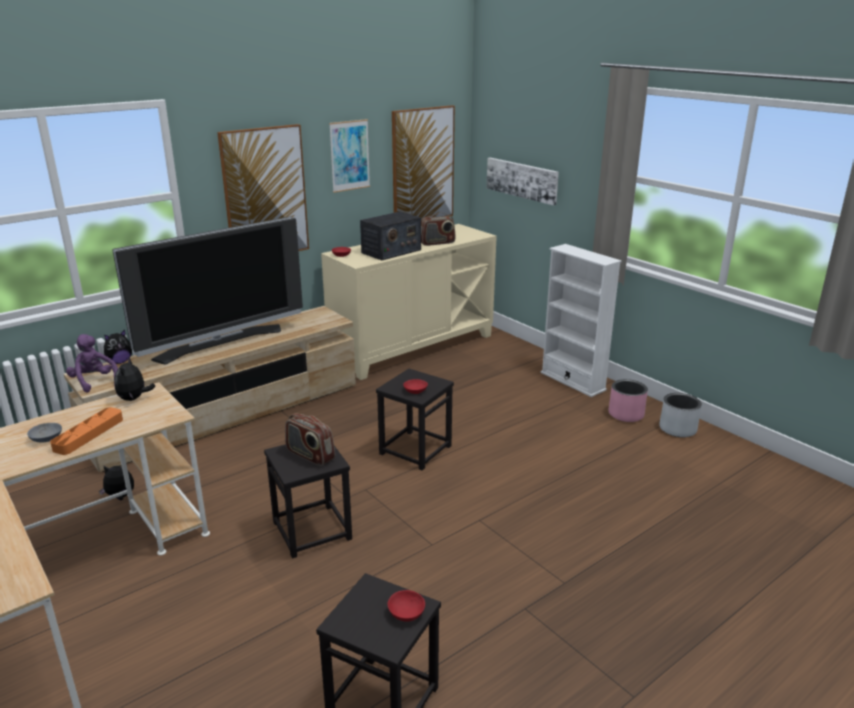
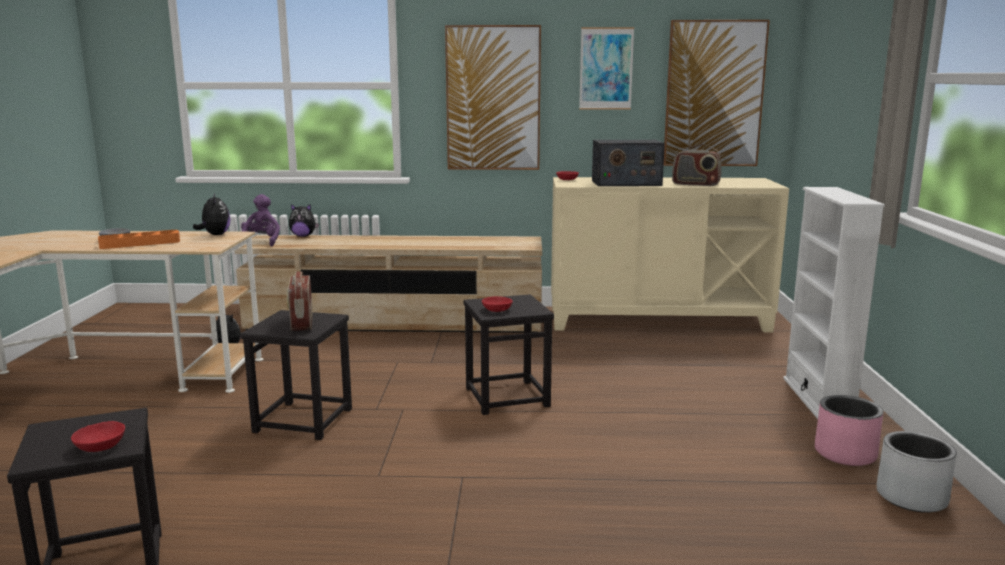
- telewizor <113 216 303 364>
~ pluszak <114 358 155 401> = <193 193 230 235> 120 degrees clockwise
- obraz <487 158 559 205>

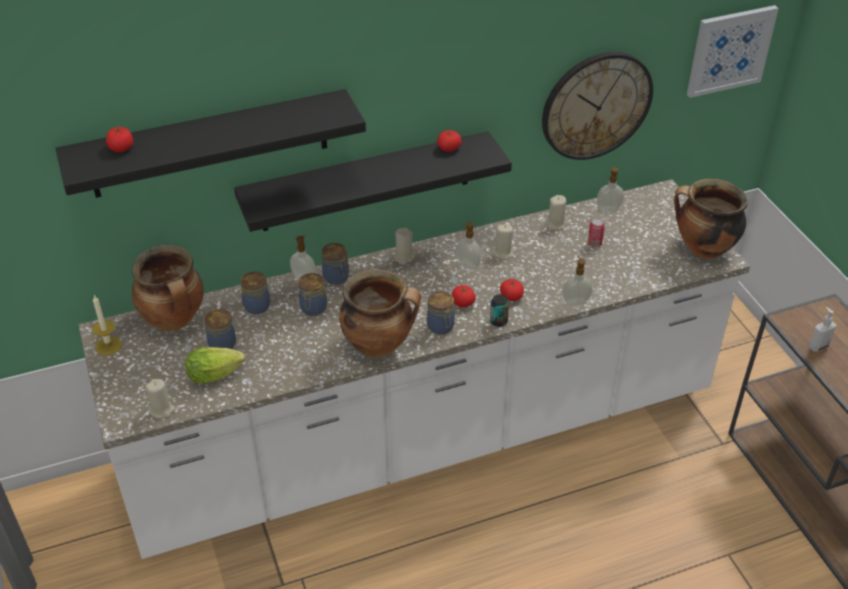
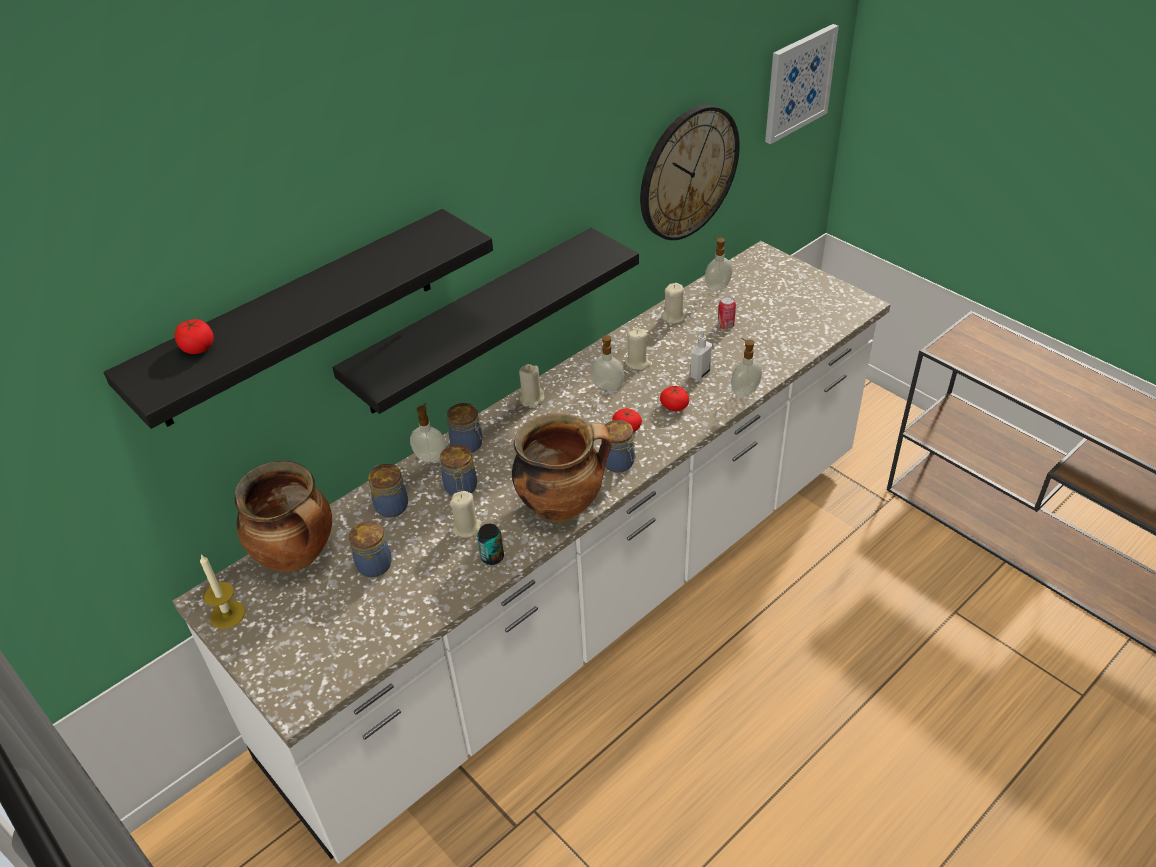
~ świeca [beżowy] <145 379 176 418> to <450 491 482 538>
- sałata <185 347 245 384>
- pomidor <437 130 461 152>
~ puszka <490 294 509 327> to <477 524 504 565>
- garnek <674 179 748 259>
~ dozownik mydła <809 307 836 352> to <690 326 712 380>

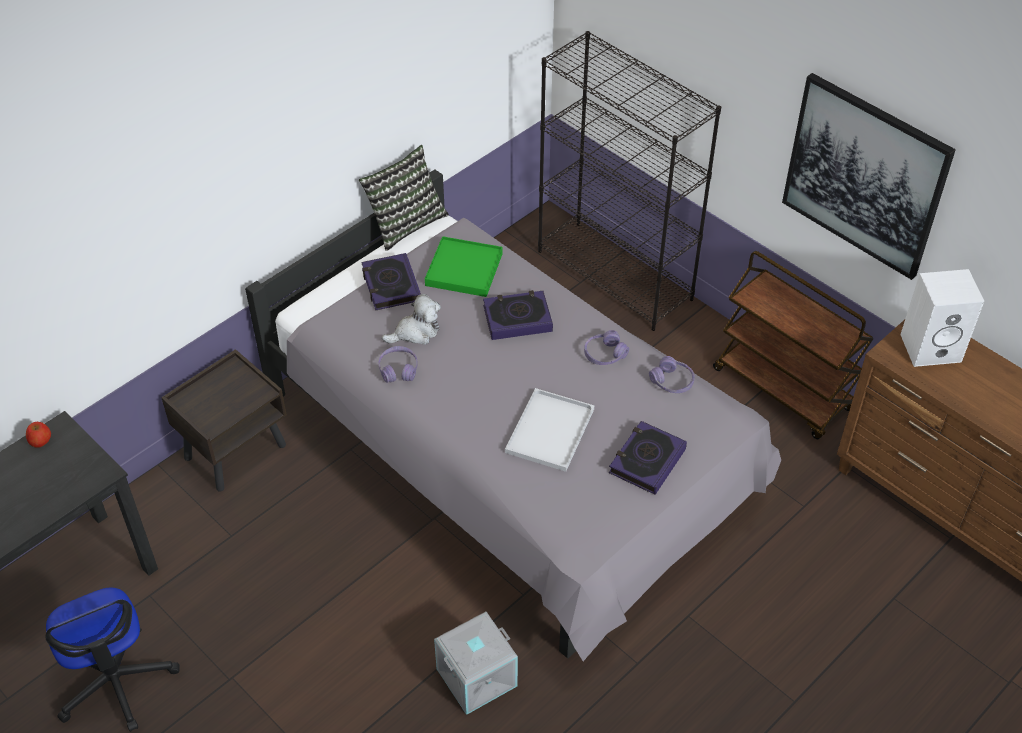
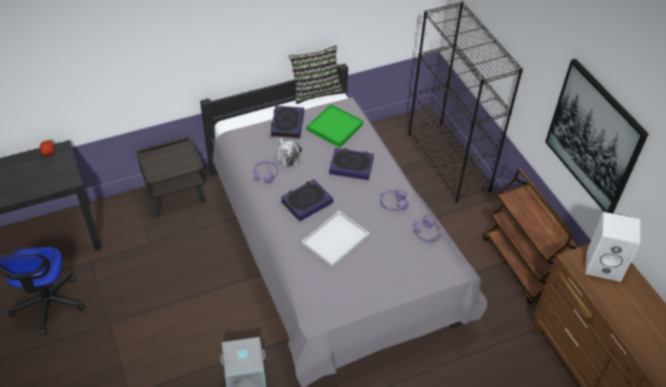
~ pluszak <382 294 441 345> = <276 137 302 167> 75 degrees clockwise
~ książka <609 421 687 495> to <281 179 333 222>

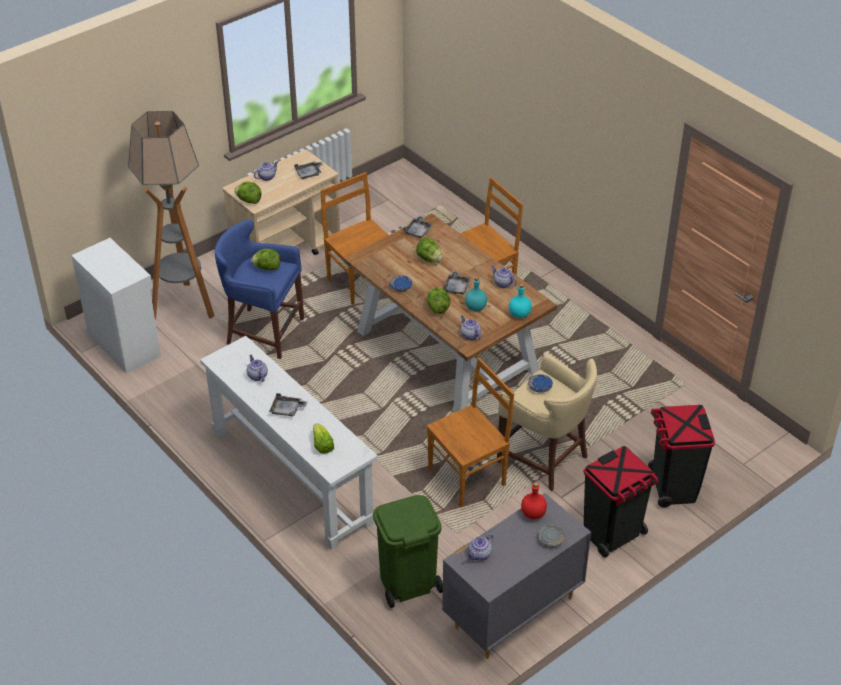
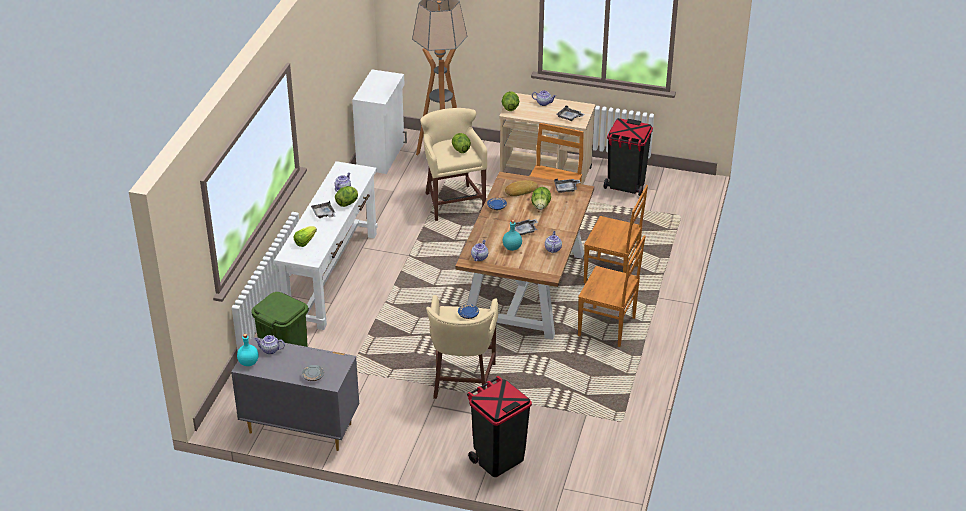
~ stołek [niebieski] <215 219 304 359> to stołek [beżowy] <420 108 487 221>
~ krzesło [brązowy] <426 357 514 507> to <578 235 645 347>
~ sałata <427 288 451 314> to <335 186 358 207>
~ butelka [turkusowy] <509 284 532 318> to <237 334 258 366>
- butelka [czerwony] <521 482 547 519>
~ kosz na śmieci [czarny] <583 446 659 558> to <604 118 653 196>
+ chleb <505 180 538 196>

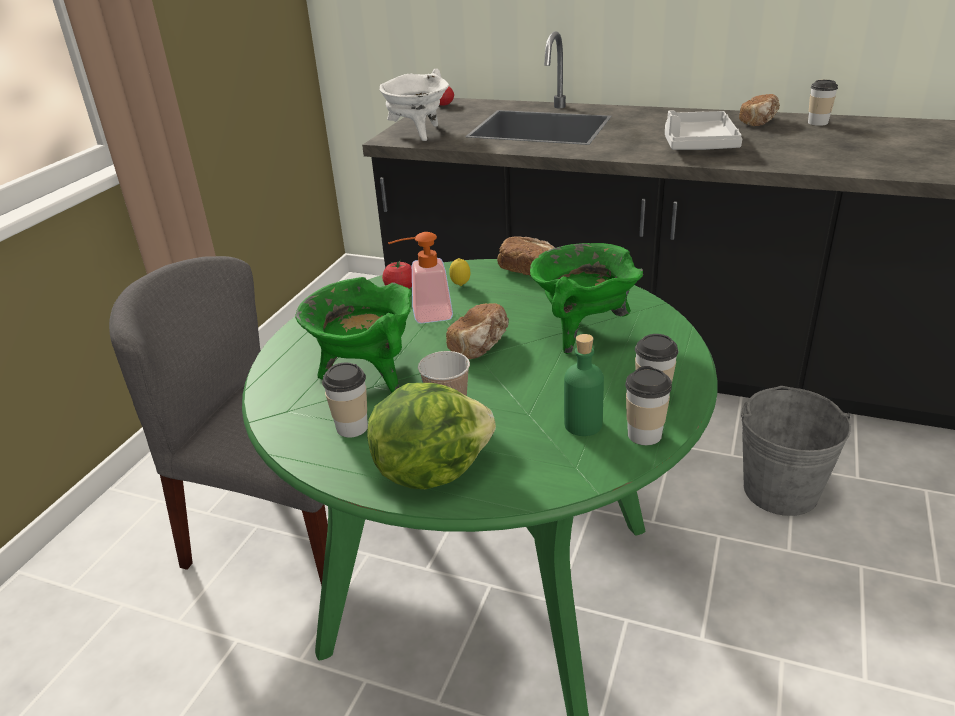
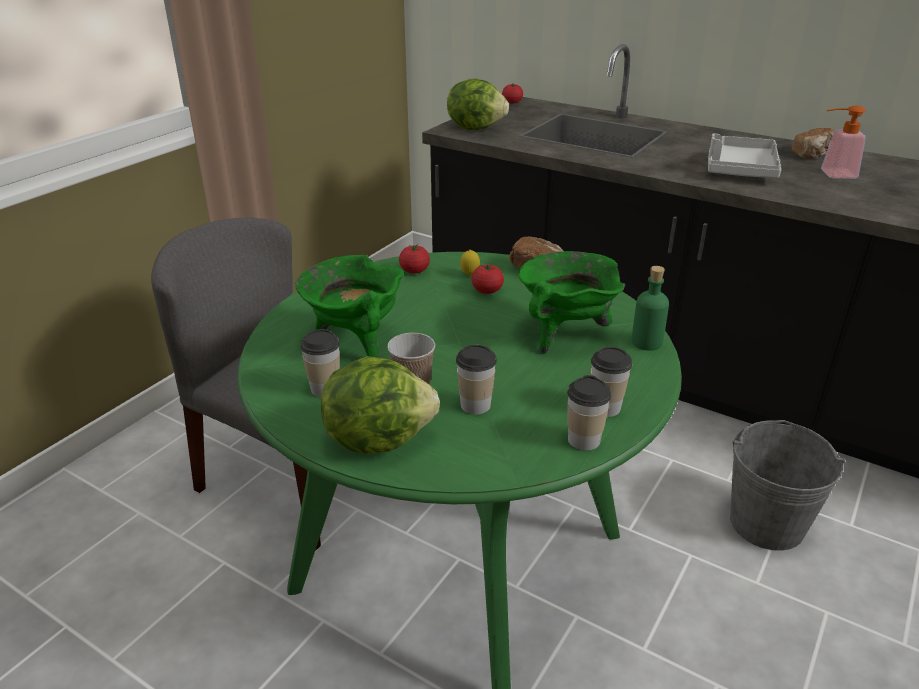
~ garnek [biały] <380 69 449 141> to sałata <447 78 509 130>
~ dozownik mydła <388 232 453 324> to <821 105 866 179>
- chleb <446 303 509 359>
~ butelka [zielony] <564 334 604 436> to <632 266 669 351>
~ filiżanka <808 80 838 126> to <456 345 497 414>
+ pomidor <471 264 504 294>

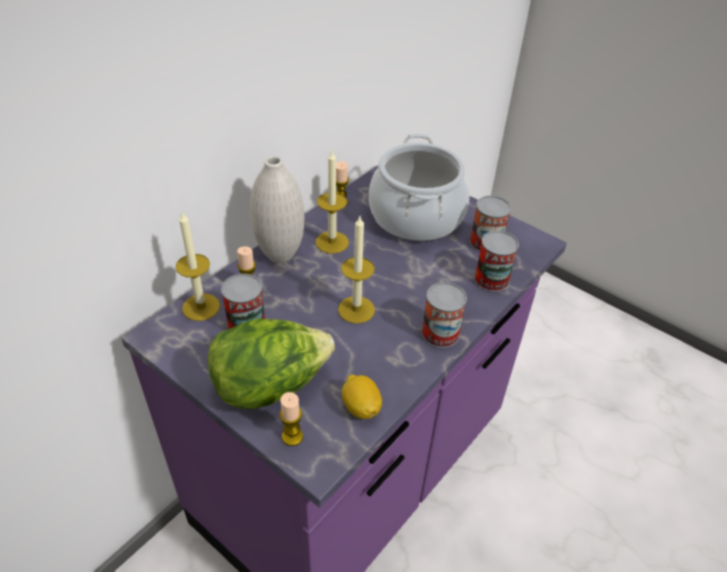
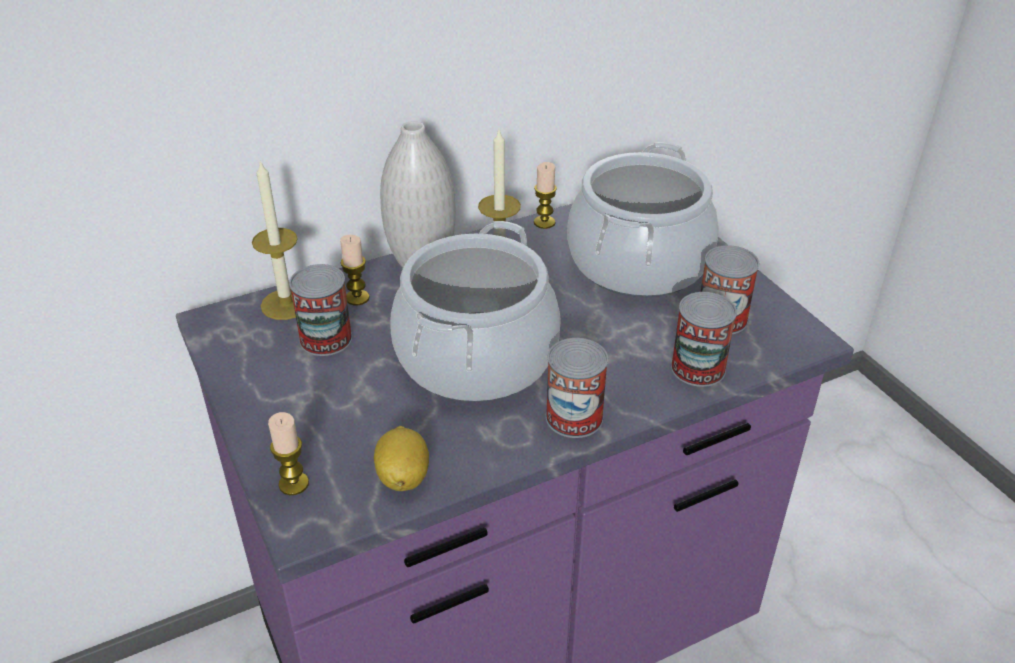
- sałata <207 318 335 409>
~ świeca <338 216 375 324> to garnek <390 221 561 402>

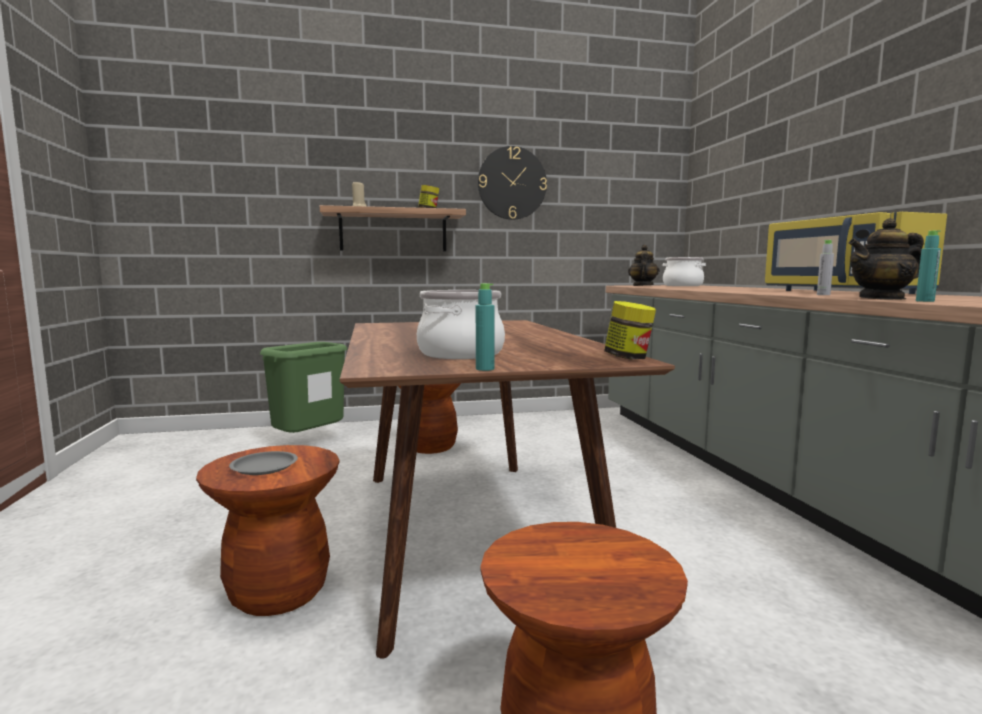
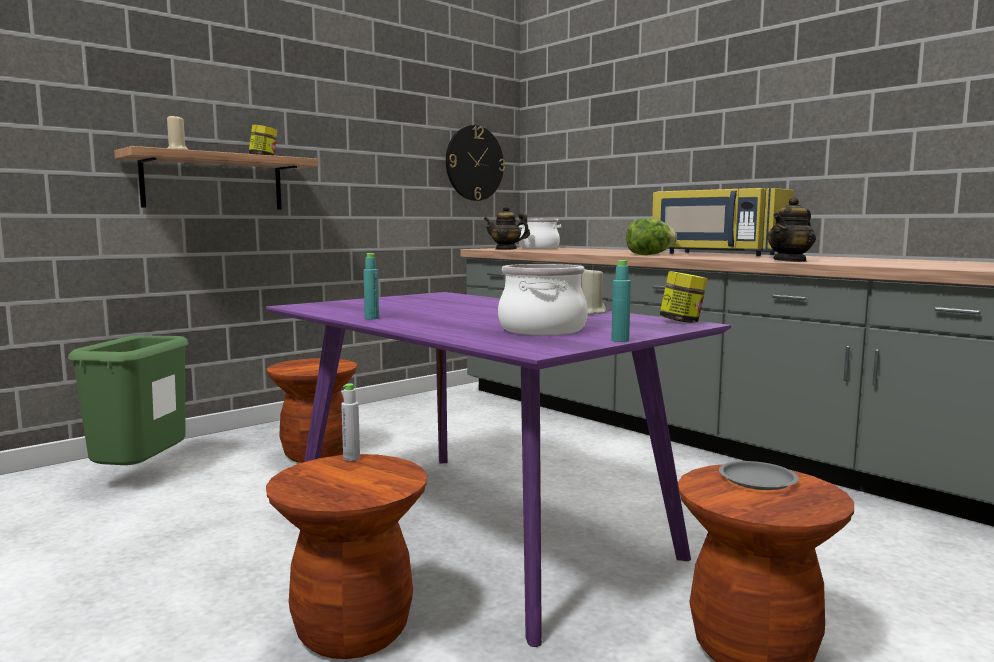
~ talerz [szary] <229 451 298 475> to <719 461 799 490>
~ stół jadalny [brązowy] <340 320 675 659> to stół jadalny [fioletowy] <266 292 731 647>
~ zegar ścienny <477 146 547 220> to <446 125 505 201>
~ imbryk <628 245 660 286> = <484 205 530 250> 60 degrees counterclockwise
~ butelka [szary] <817 240 834 295> to <341 384 360 461>
~ butelka [turkusowy] <916 230 941 302> to <363 253 379 319>
+ świeca [beżowy] <581 267 606 315>
+ sałata <626 218 677 255>

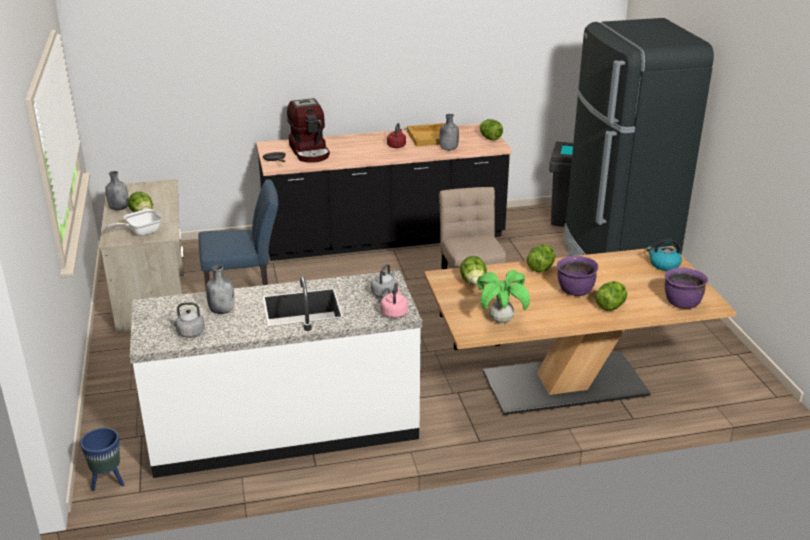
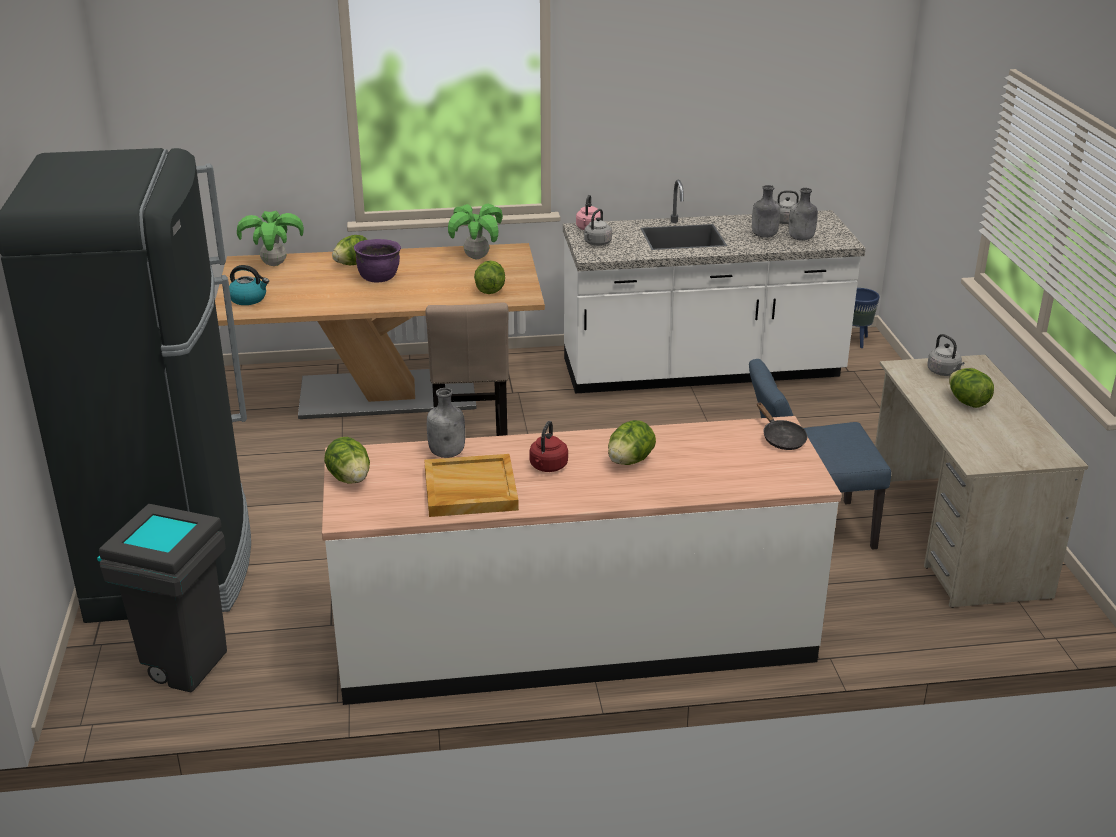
~ butelka [szary] <105 171 129 210> to <789 188 818 241>
~ patelnia <105 209 162 236> to czajnik [szary] <927 334 964 376>
~ zabudowa kuchenna [czarny] <256 124 512 261> to zabudowa kuchenna [biały] <322 416 841 705>
- ekspres do kawy <287 98 330 163>
~ sałata <527 244 555 272> to <608 420 656 465>
~ garnek [fioletowy] <665 268 708 309> to roślina doniczkowa <237 211 304 266>

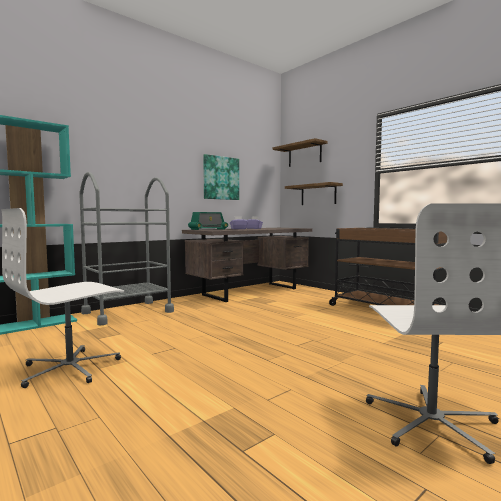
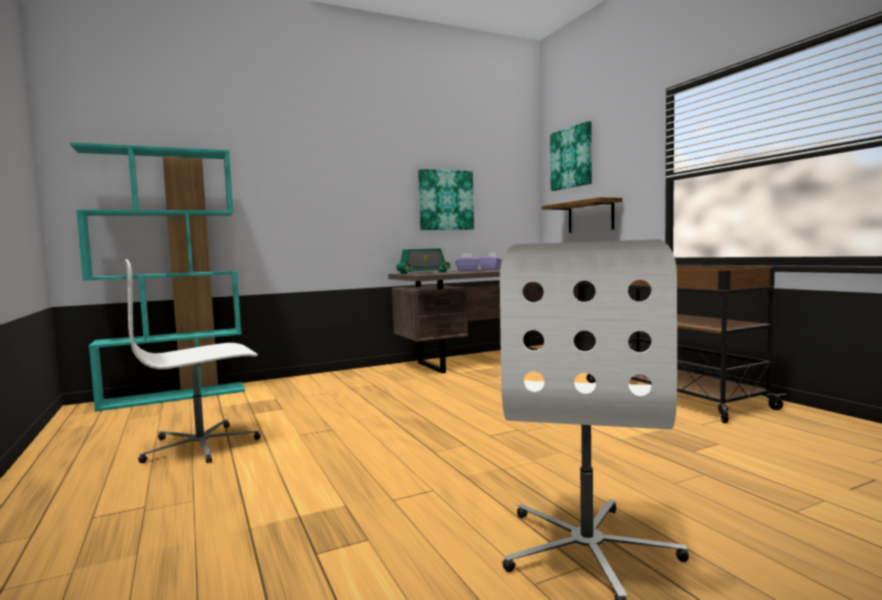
- wózek [szary] <79 172 174 326>
~ półka <272 138 328 167> to obraz <550 121 592 191>

